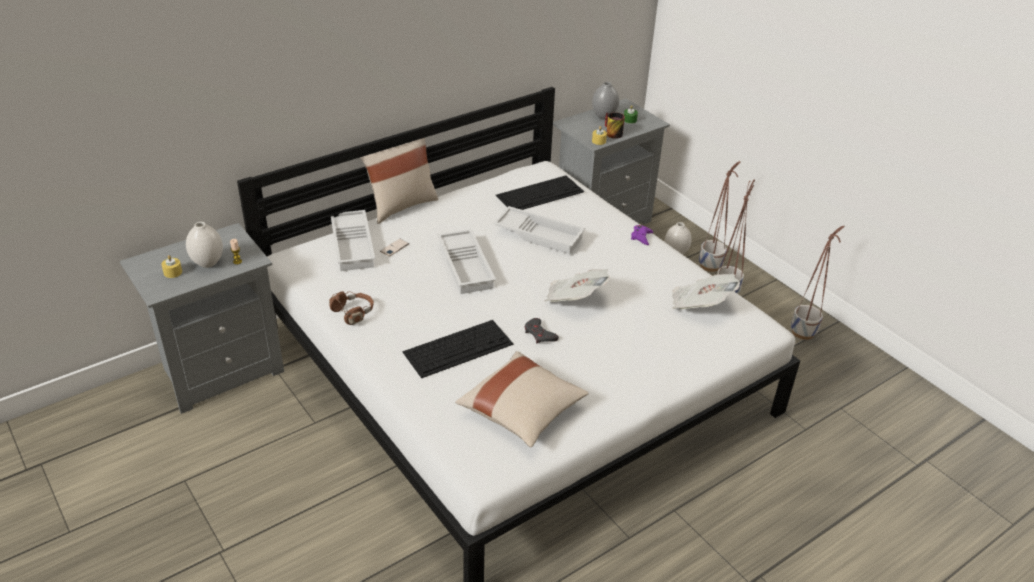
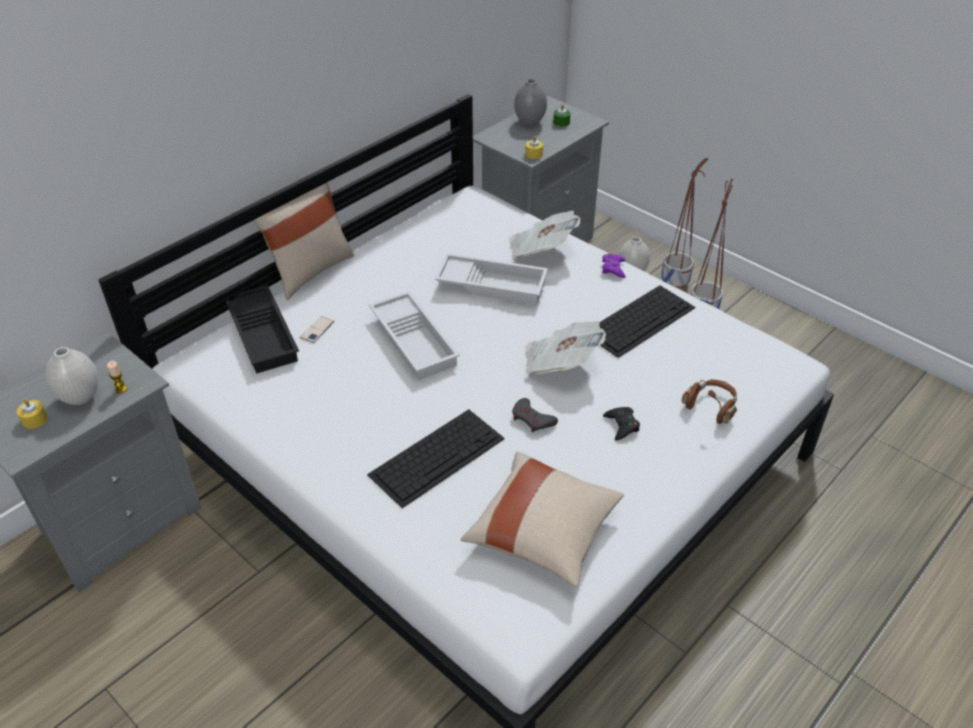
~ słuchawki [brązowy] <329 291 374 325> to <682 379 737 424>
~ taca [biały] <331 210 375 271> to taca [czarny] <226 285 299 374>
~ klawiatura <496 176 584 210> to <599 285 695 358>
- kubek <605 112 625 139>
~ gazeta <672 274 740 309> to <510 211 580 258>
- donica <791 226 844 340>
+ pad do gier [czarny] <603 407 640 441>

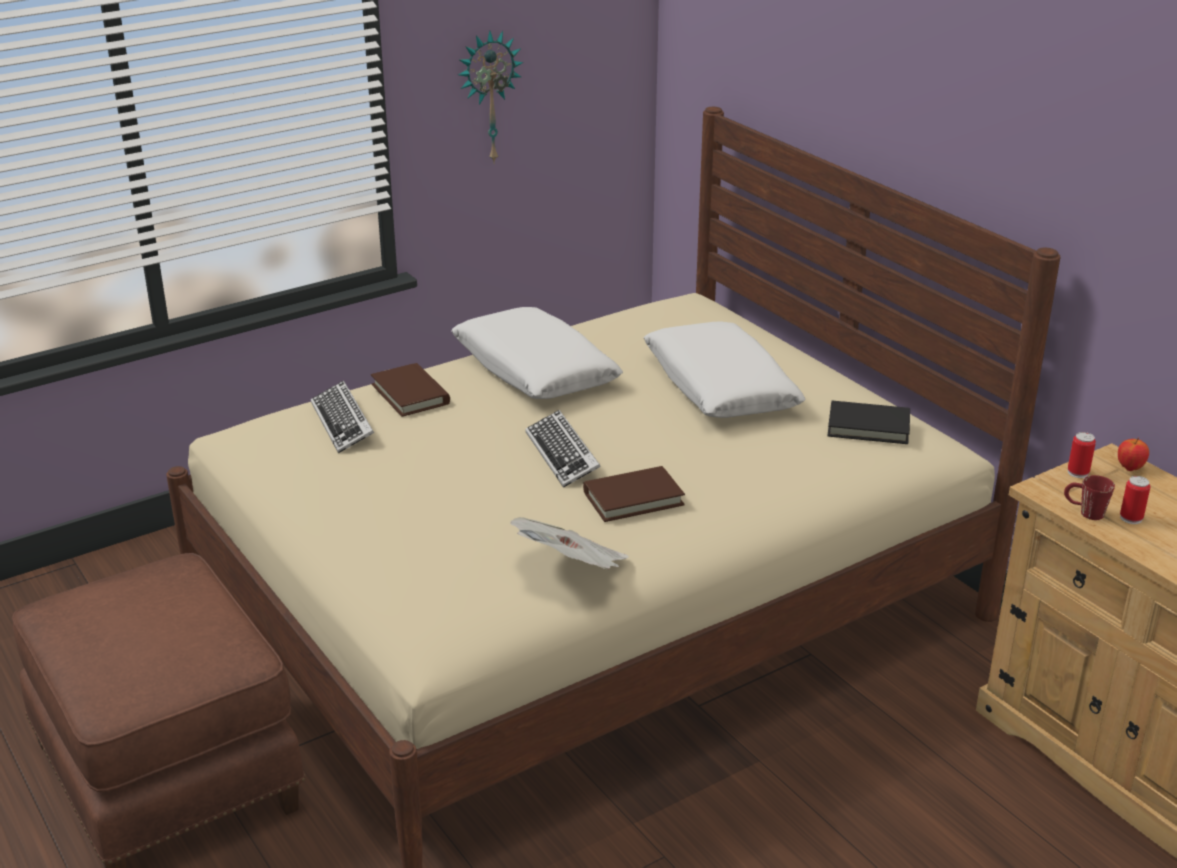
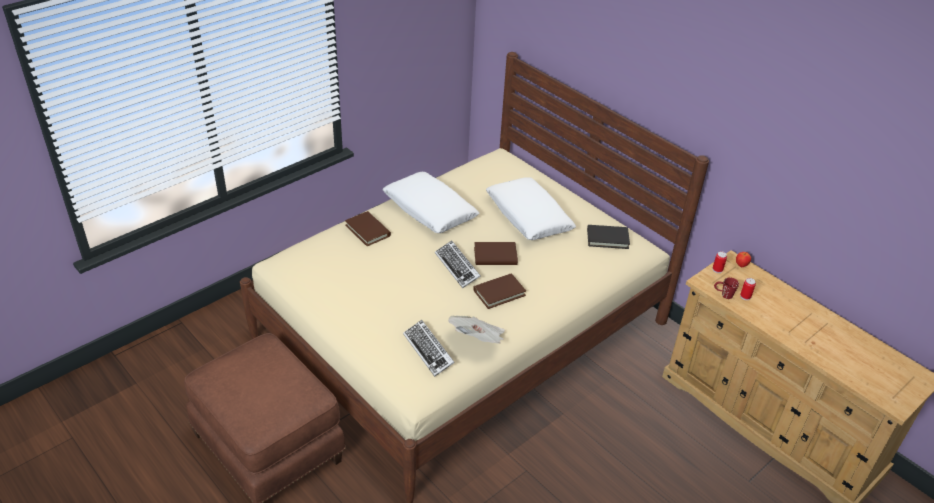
~ klawiatura <311 381 374 453> to <403 320 455 377>
- zegar ścienny <458 31 524 162>
+ książka [brązowy] <474 242 518 265>

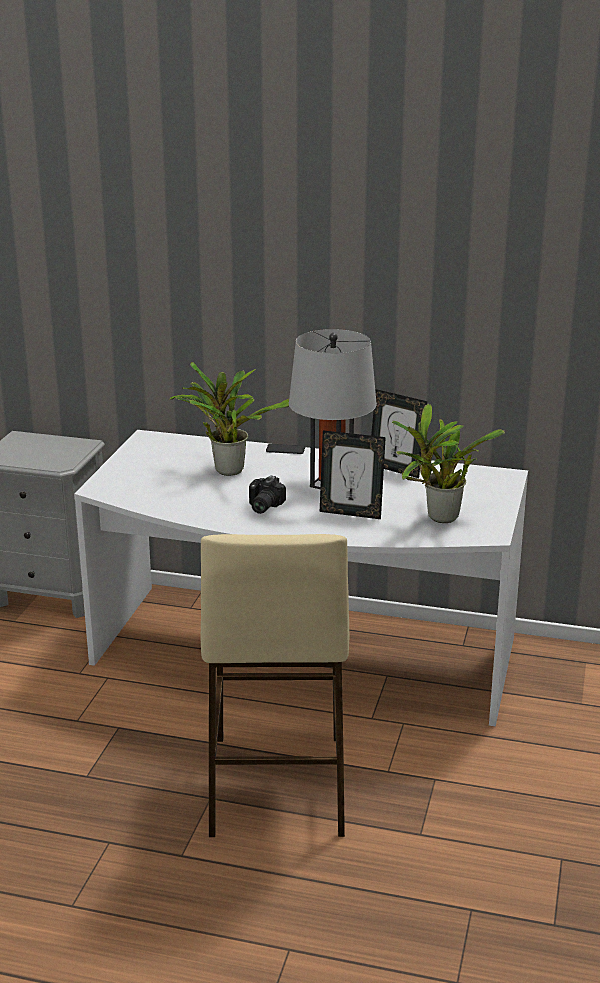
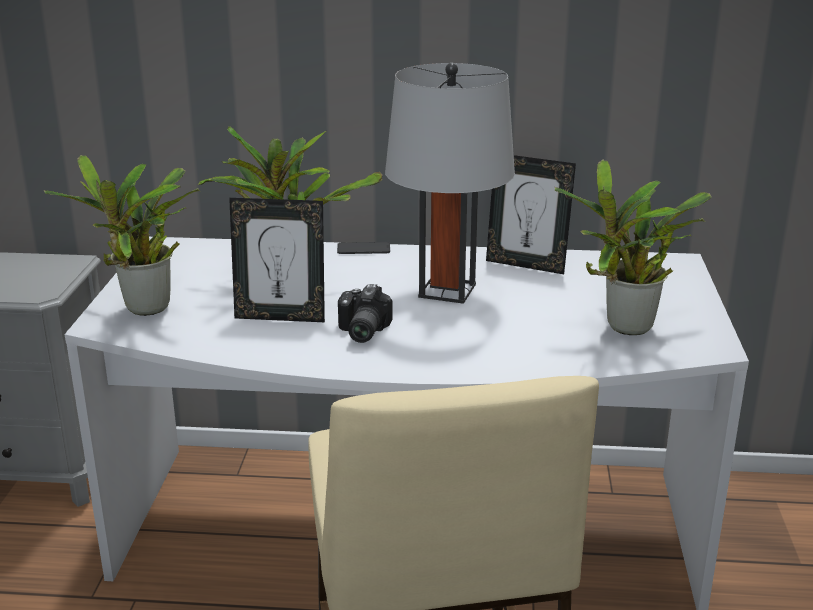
~ ramka na zdjęcie <320 430 386 519> to <229 198 325 322>
+ roślina doniczkowa <43 155 200 316>

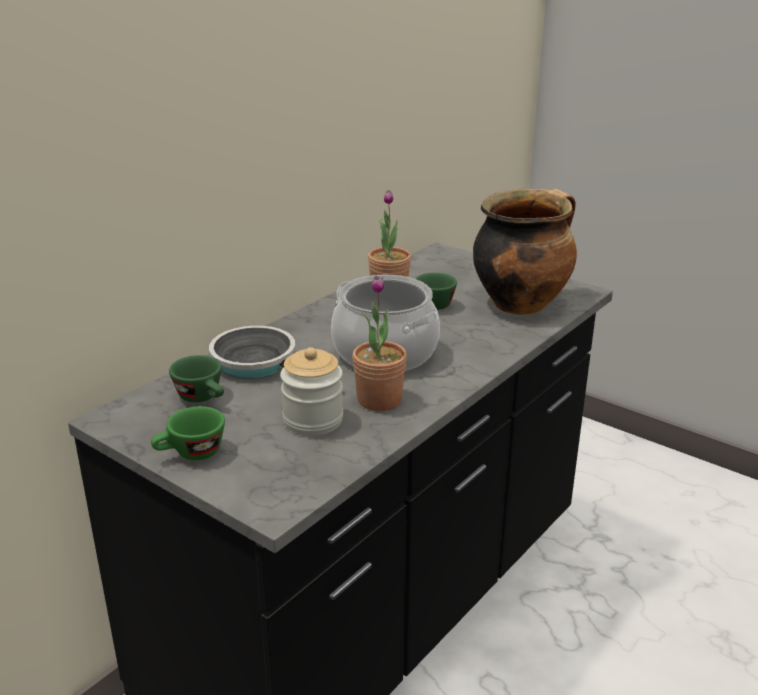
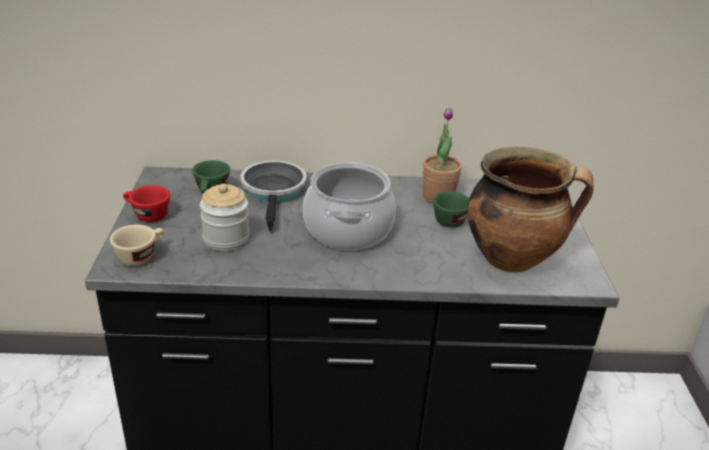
~ filiżanka [zielony] <151 406 225 460> to filiżanka [czerwony] <123 185 170 222>
- roślina doniczkowa <352 275 407 411>
+ filiżanka [beżowy] <110 225 164 266>

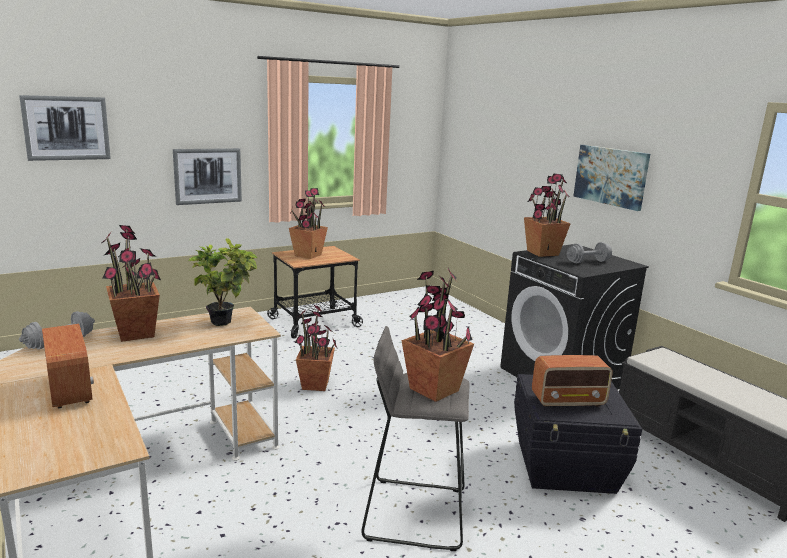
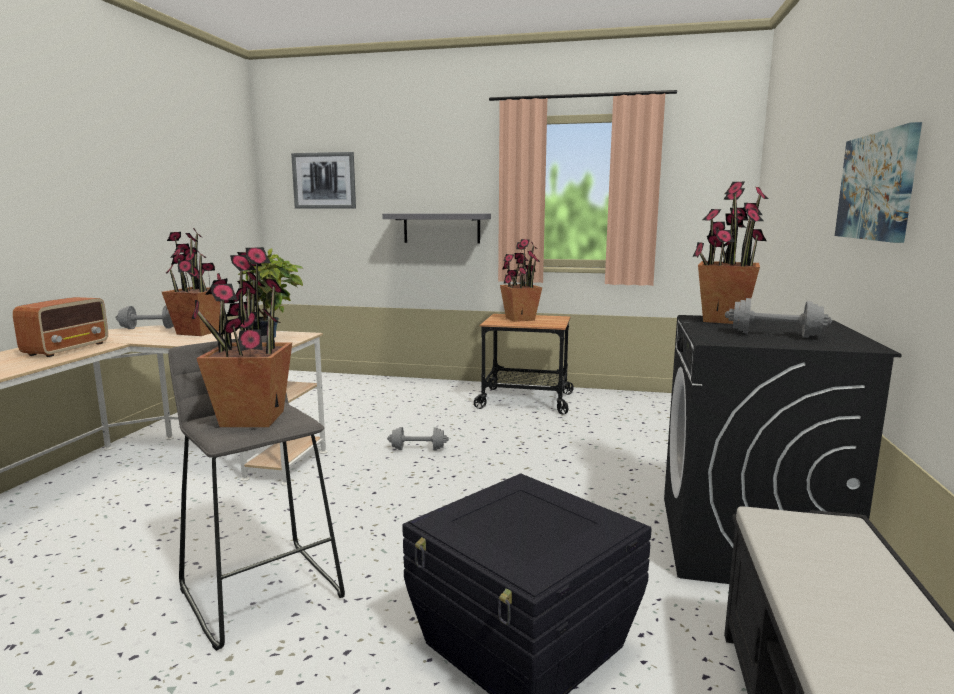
~ obraz <173 148 242 205> to półka [szary] <382 213 491 244>
~ roślina doniczkowa <295 304 338 391> to hantel [szary] <387 427 449 450>
- radio <532 355 613 407>

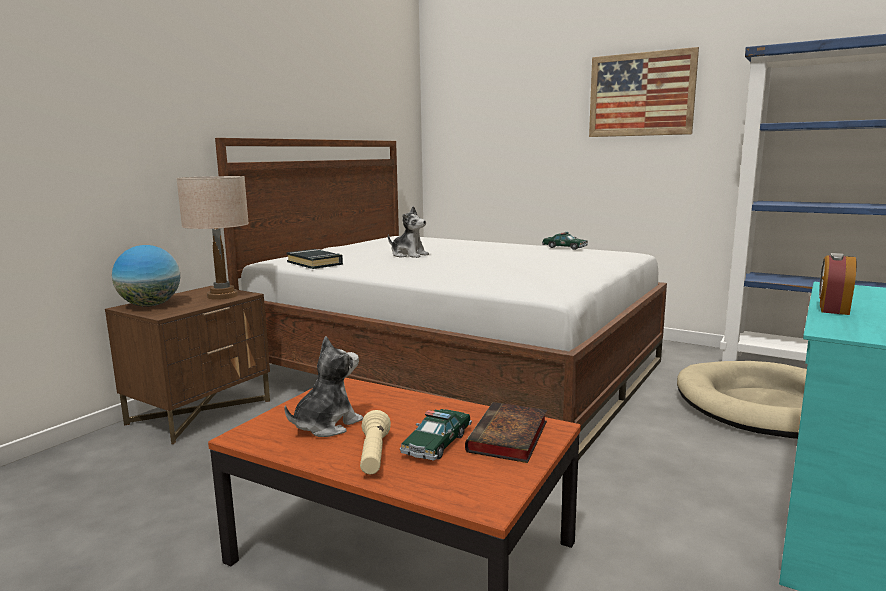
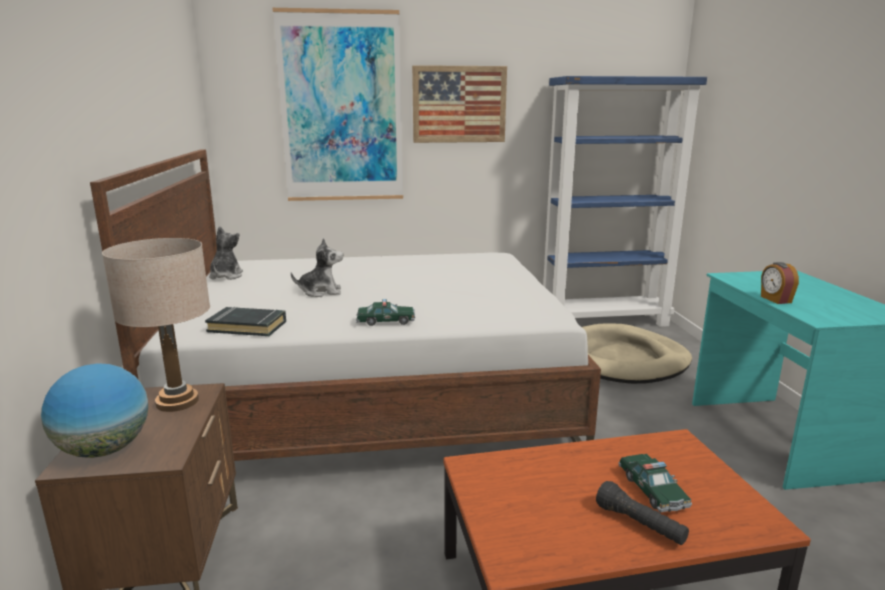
~ pluszak <284 336 363 437> to <209 226 243 280>
~ latarka [beżowy] <360 410 391 475> to latarka [czarny] <596 481 689 545>
- książka <465 402 547 463>
~ samochodzik <542 232 588 250> to <356 299 415 326>
+ obraz <272 8 403 201>

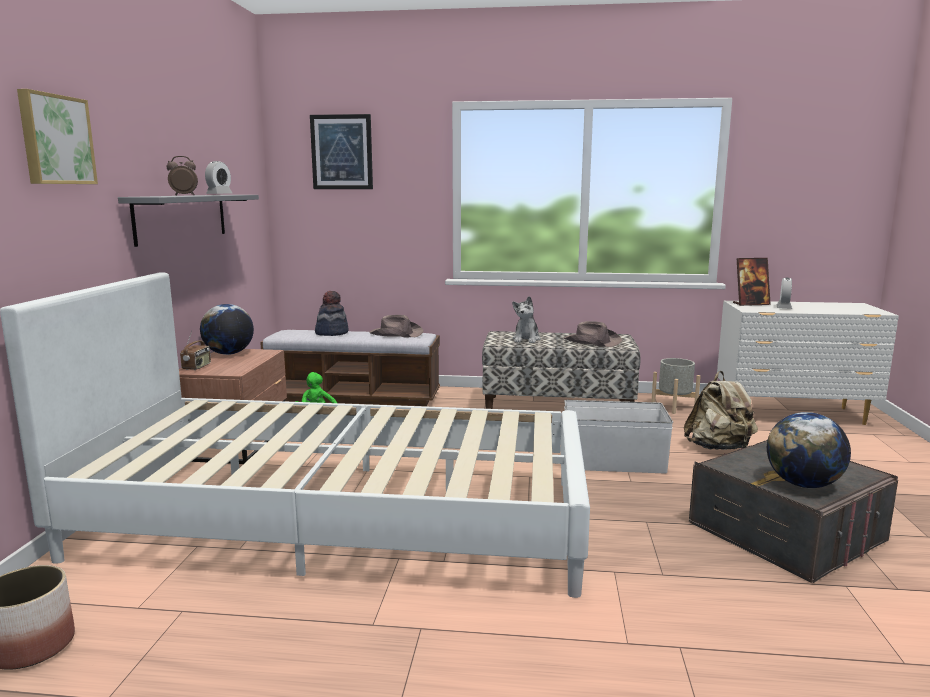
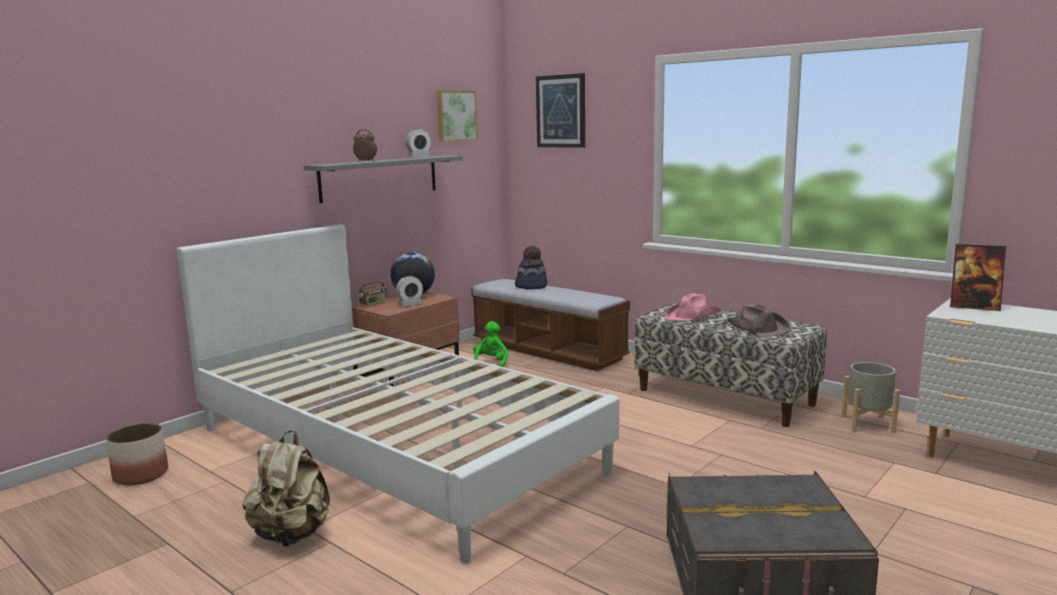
~ obraz <17 89 98 184> to <437 90 478 142>
- kapelusz [brązowy] <369 315 424 338>
~ pluszak <512 296 541 343> to kapelusz [różowy] <664 294 722 321>
- pojemnik do przechowywania [biały] <564 400 673 474>
~ plecak [beżowy] <684 371 758 450> to <243 430 330 547>
- globus <767 412 851 488>
~ budzik <777 278 792 309> to <396 276 423 307>

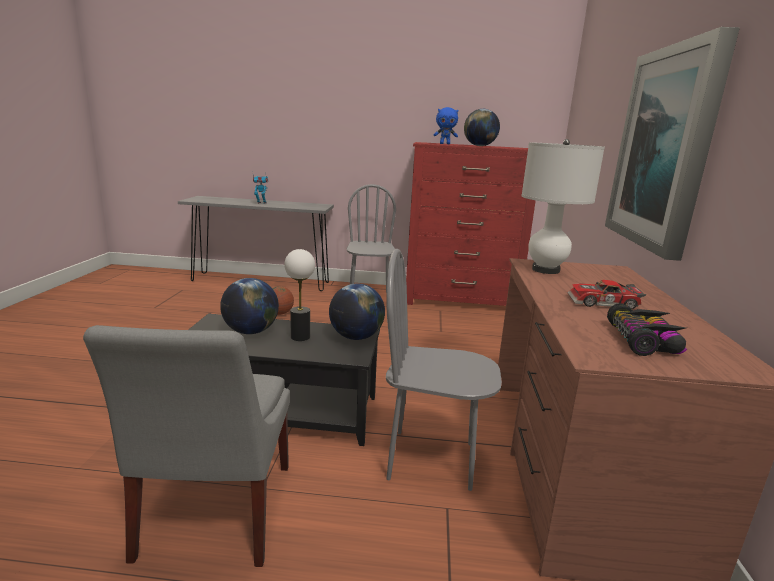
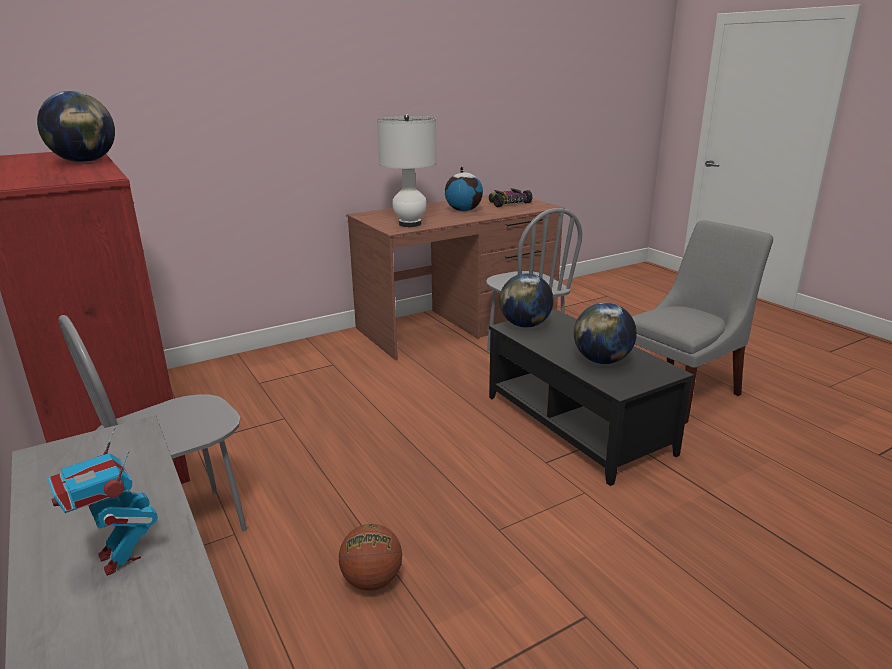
- lampa stołowa <284 249 315 341>
- pluszak [niebieski] <434 107 458 144>
~ samochodzik <567 280 646 309> to globus <445 167 483 211>
- obraz <605 27 740 261>

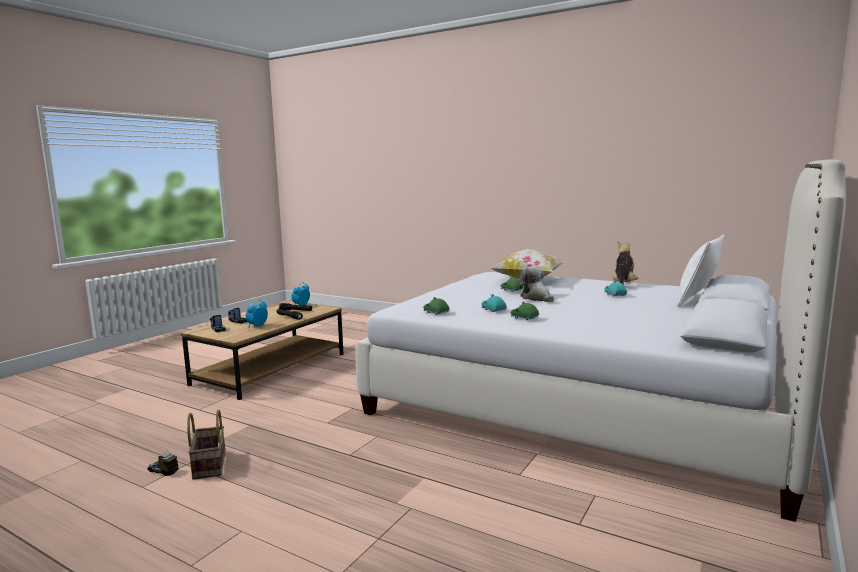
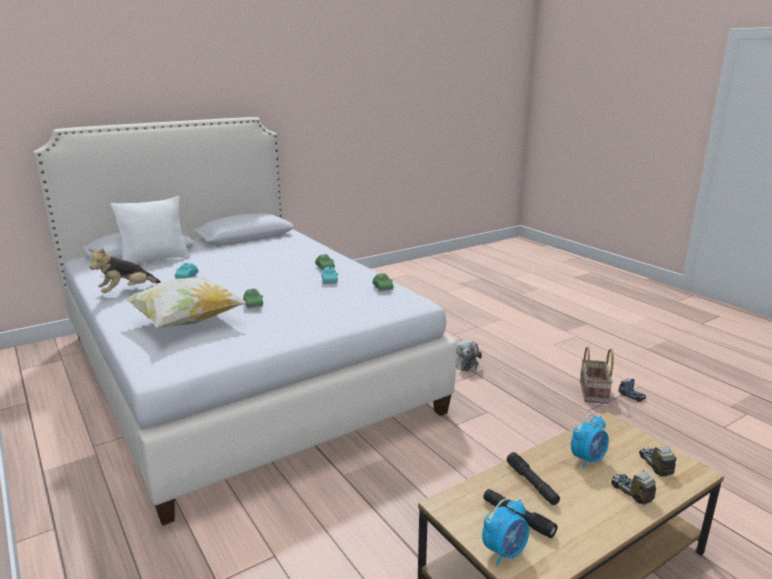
~ pluszak <519 266 554 302> to <456 339 482 371>

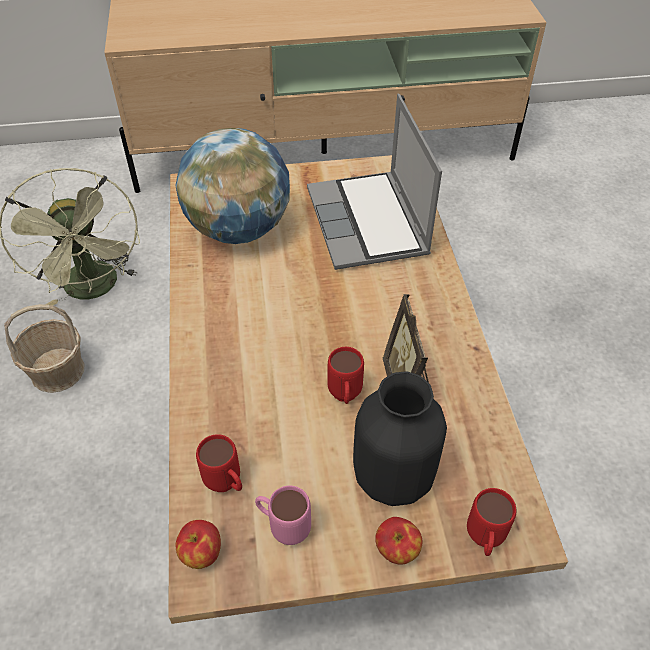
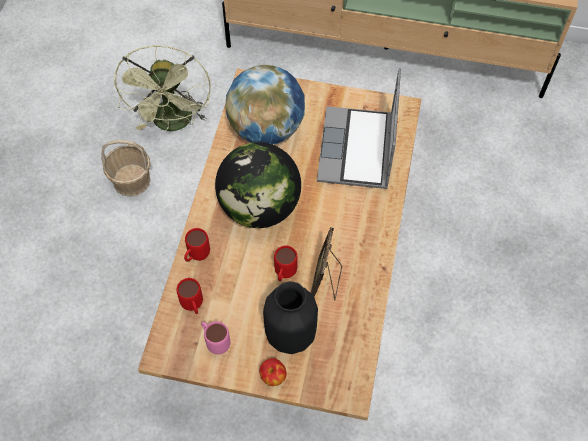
- jabłko <176 520 221 569>
~ kubek [czerwony] <467 488 516 556> to <184 228 210 262>
+ globus <215 142 301 228>

